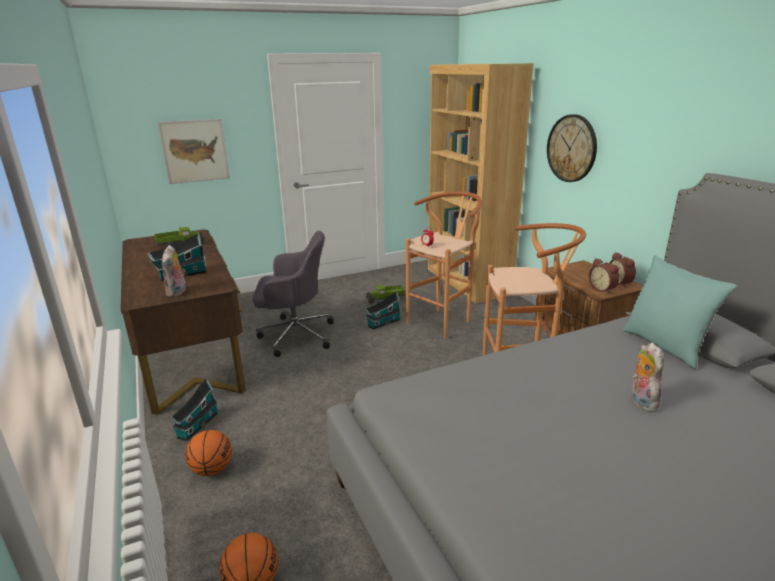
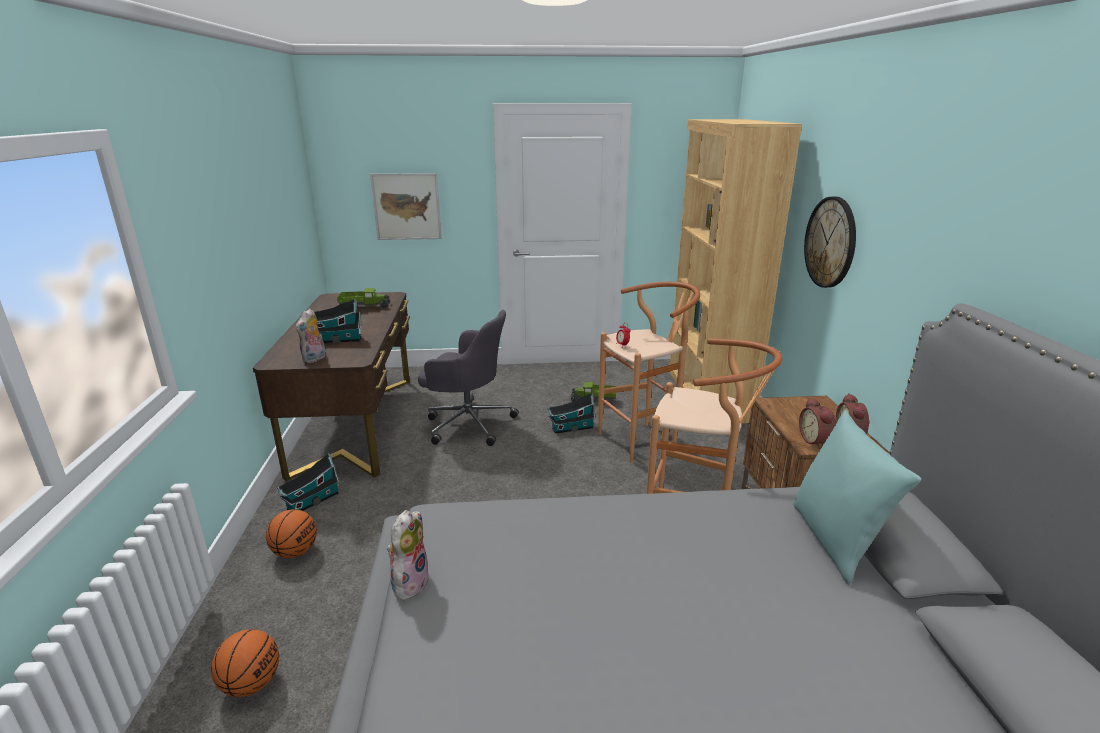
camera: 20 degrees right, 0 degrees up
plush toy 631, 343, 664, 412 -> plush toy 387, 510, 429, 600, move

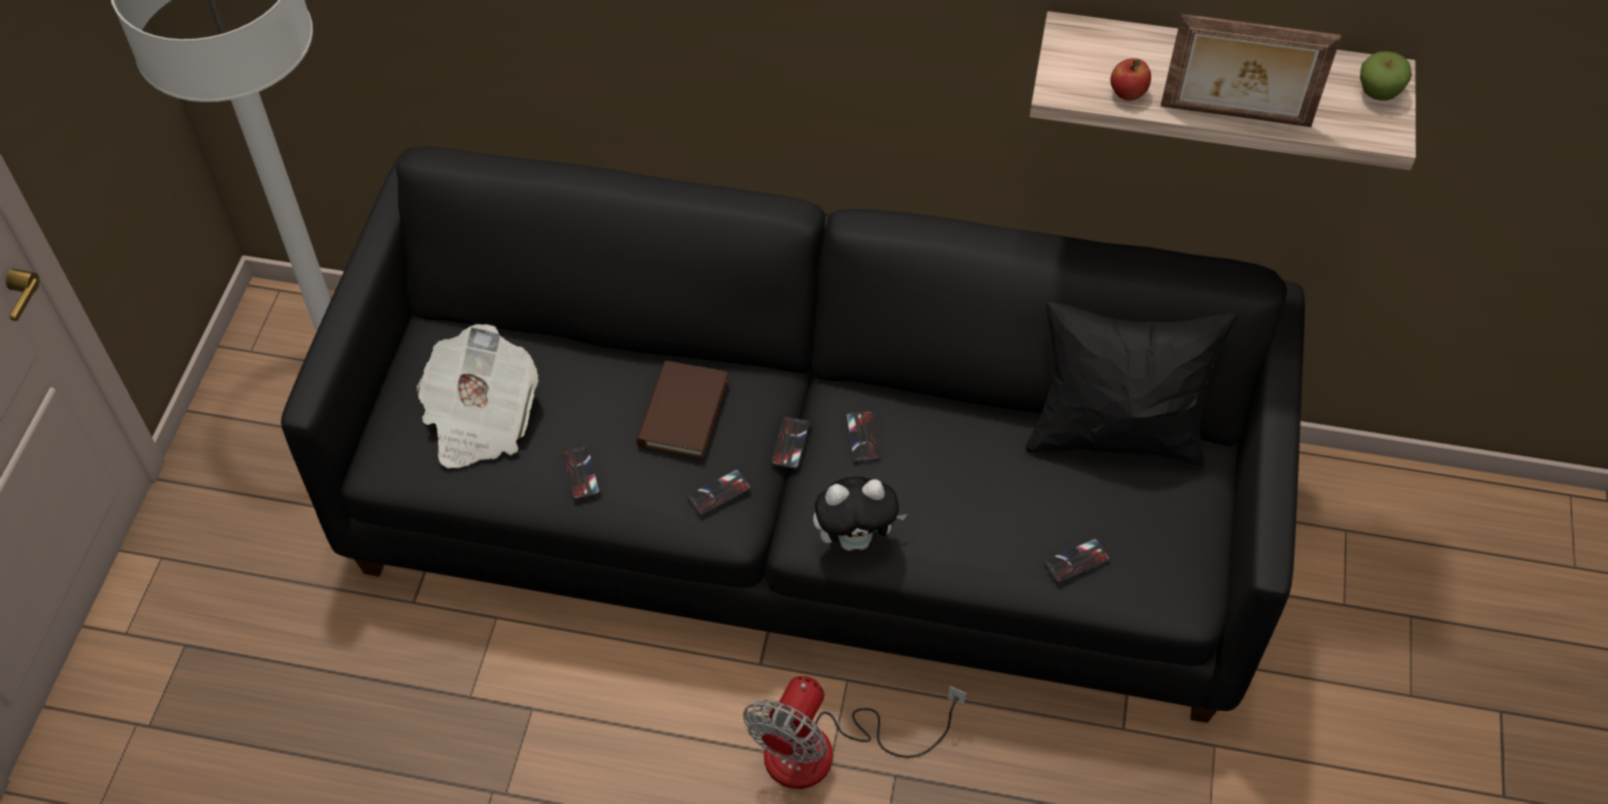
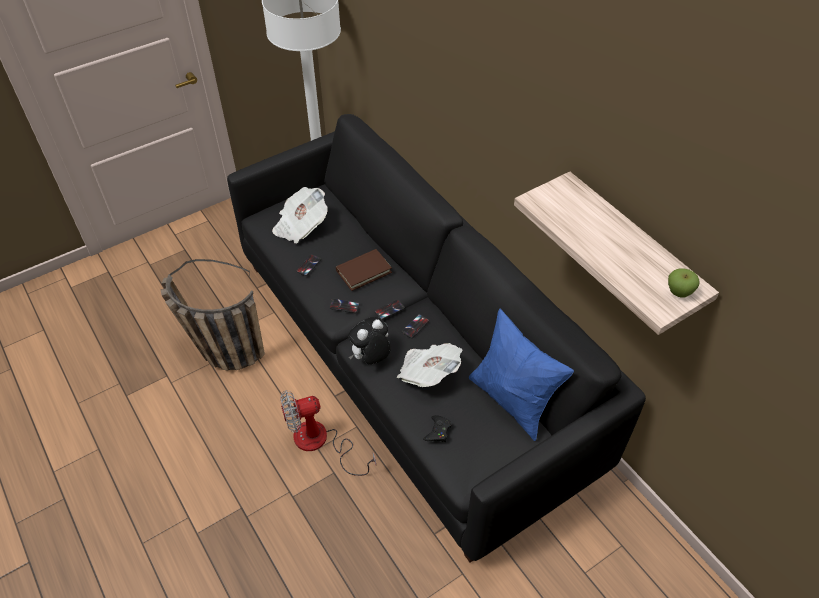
camera: 45 degrees right, 5 degrees down
picture frame 1161, 14, 1341, 127 -> none
apple 1110, 58, 1151, 101 -> none
blackish cushion 1025, 301, 1237, 466 -> blue-coloured cushion 469, 309, 574, 441
plush toy 813, 476, 908, 551 -> plush toy 348, 317, 391, 365, 105 degrees clockwise
telephone 1044, 538, 1110, 583 -> blackish joypad 423, 415, 452, 442
none -> household basket 161, 259, 265, 371
none -> daily paper 397, 343, 462, 387

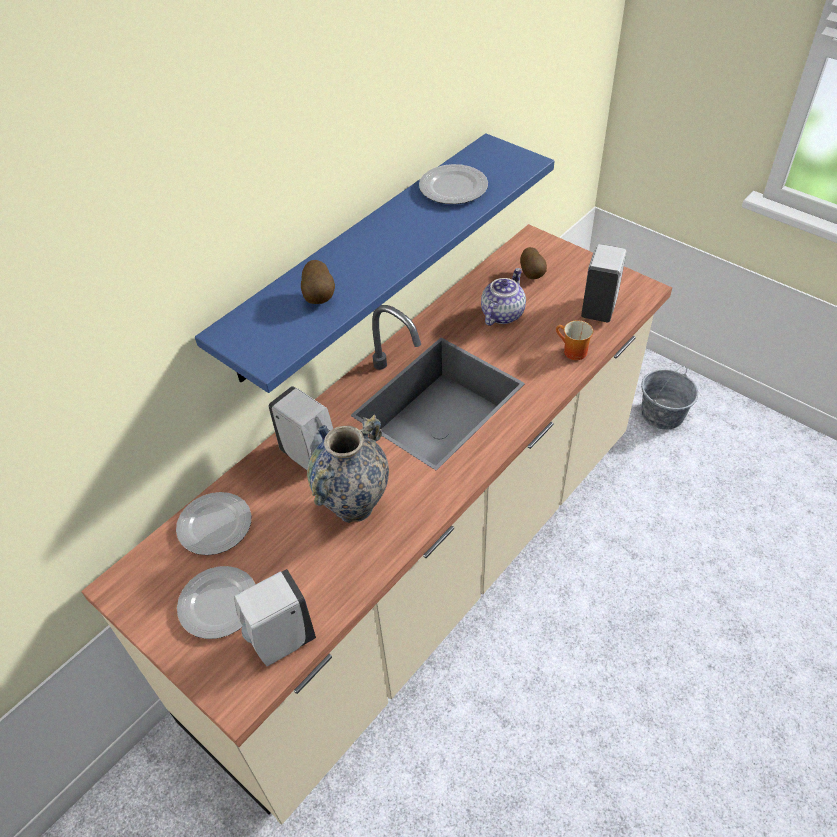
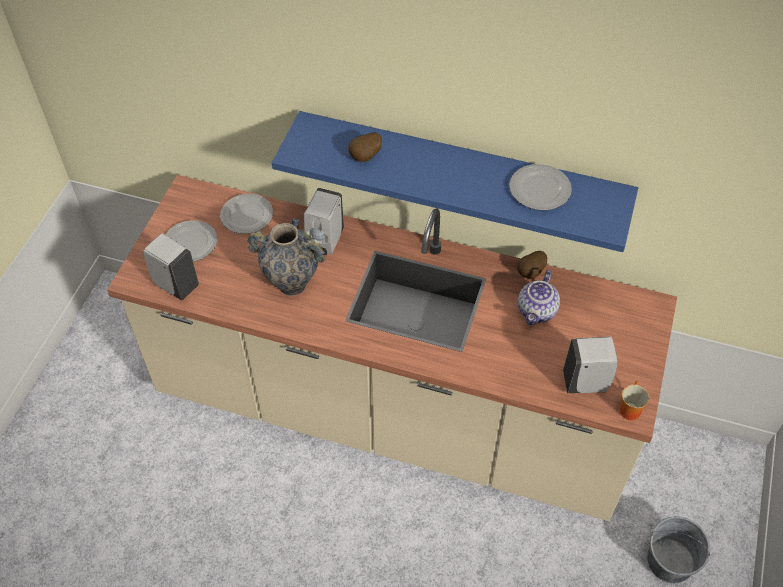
camera: 65 degrees right, 5 degrees up
potato 520, 247, 547, 279 -> potato 517, 251, 547, 279, move
tea pot 481, 268, 526, 326 -> tea pot 518, 270, 560, 325, 105 degrees clockwise
mug 556, 320, 593, 360 -> mug 619, 381, 650, 420, move

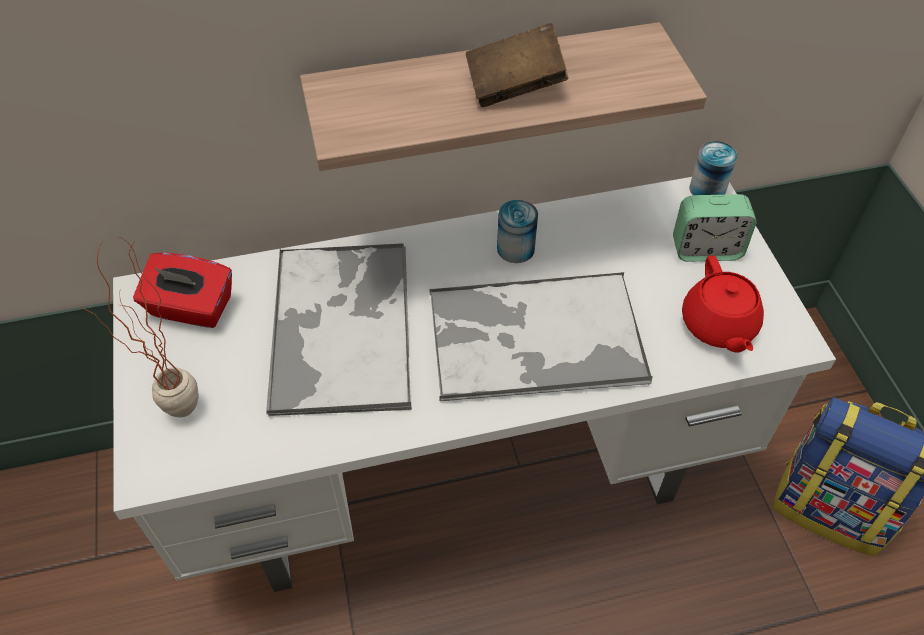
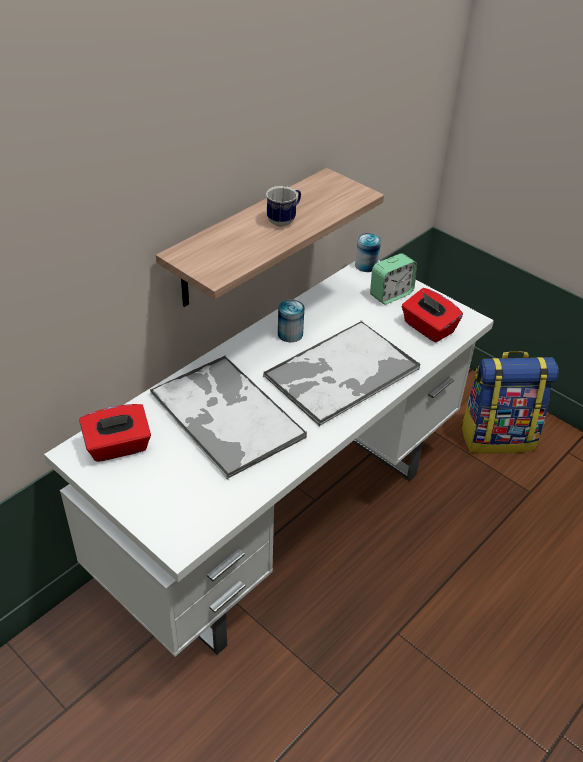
camera: 35 degrees left, 10 degrees down
brownish volume 466, 23, 569, 107 -> mug 266, 186, 301, 227
potted plant 80, 236, 199, 417 -> none
reddish tea pot 682, 255, 764, 353 -> reddish tissue box 401, 288, 463, 342

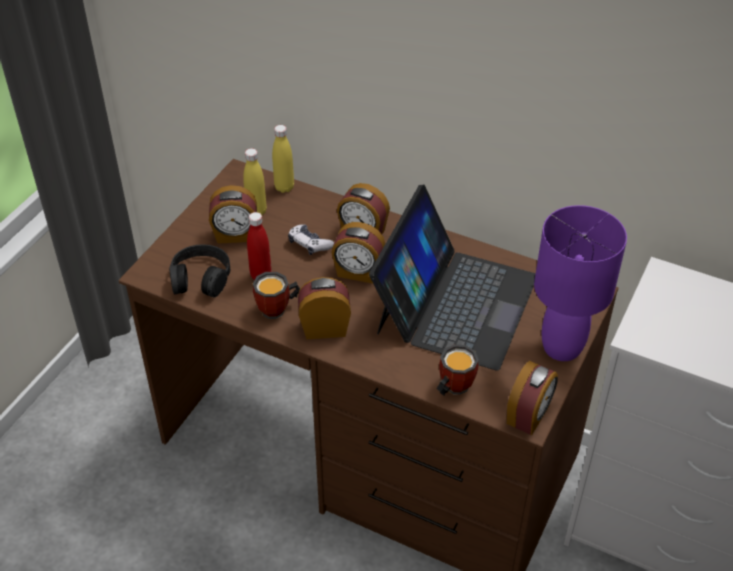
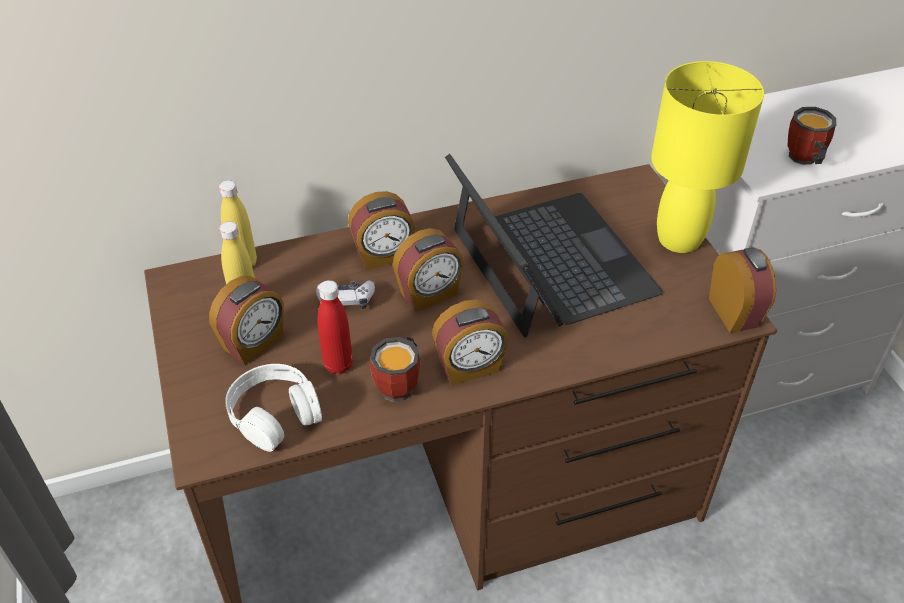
camera: 45 degrees left, 0 degrees up
purple-coloured table lamp 534, 205, 627, 361 -> yellowish table lamp 651, 61, 764, 253
blackish headset 169, 244, 230, 298 -> white headset 225, 364, 322, 452
table clock 298, 277, 351, 339 -> table clock 432, 299, 509, 386, 150 degrees counterclockwise
mug 437, 344, 479, 396 -> mug 788, 107, 836, 165, move

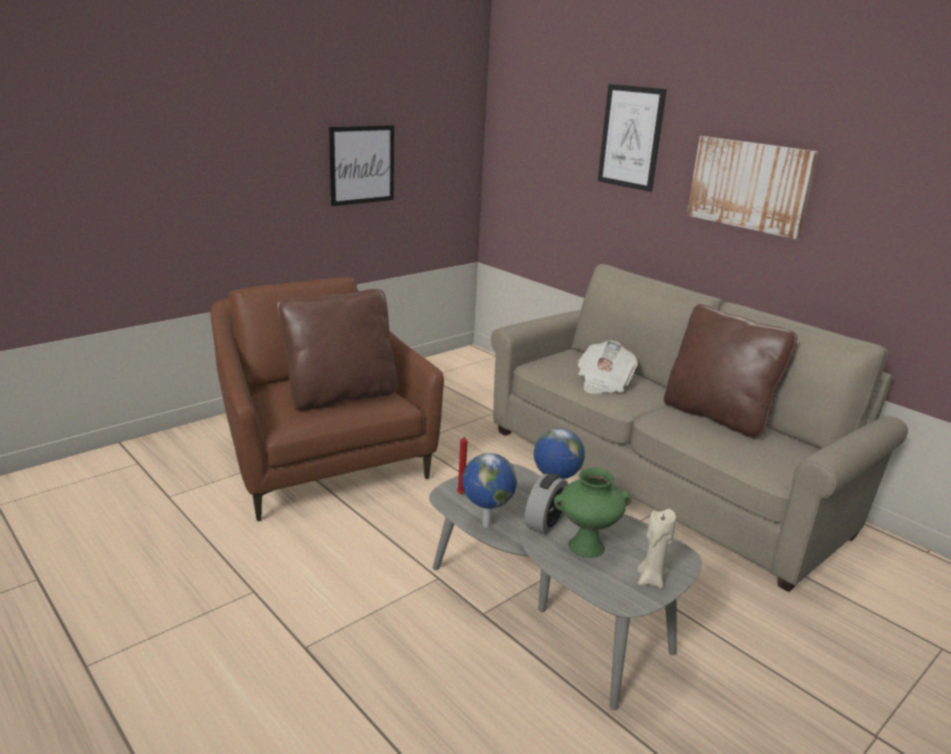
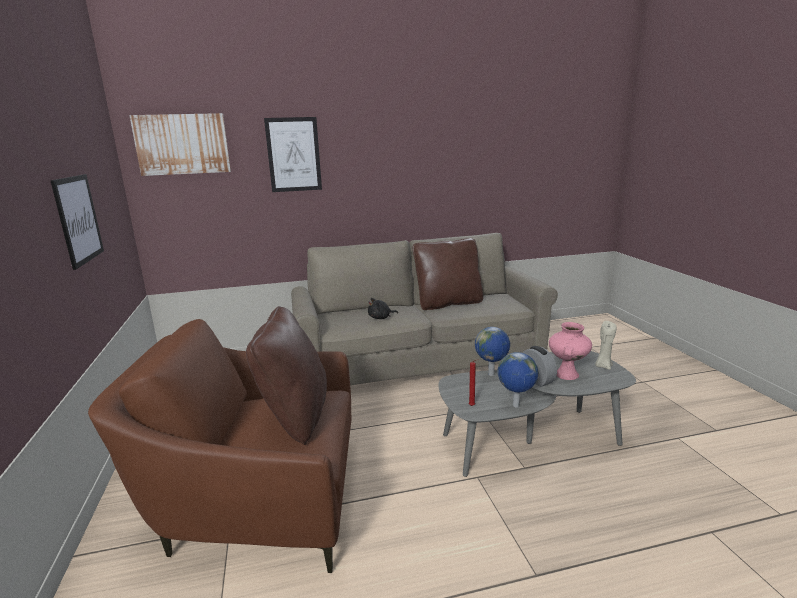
camera: 60 degrees left, 5 degrees down
wall art 687, 136, 818, 239 -> wall art 129, 113, 231, 176, move
daily paper 577, 340, 638, 394 -> blackish plush toy 368, 298, 398, 319
green decorative vase 554, 467, 632, 558 -> pink-coloured decorative vase 549, 322, 592, 380

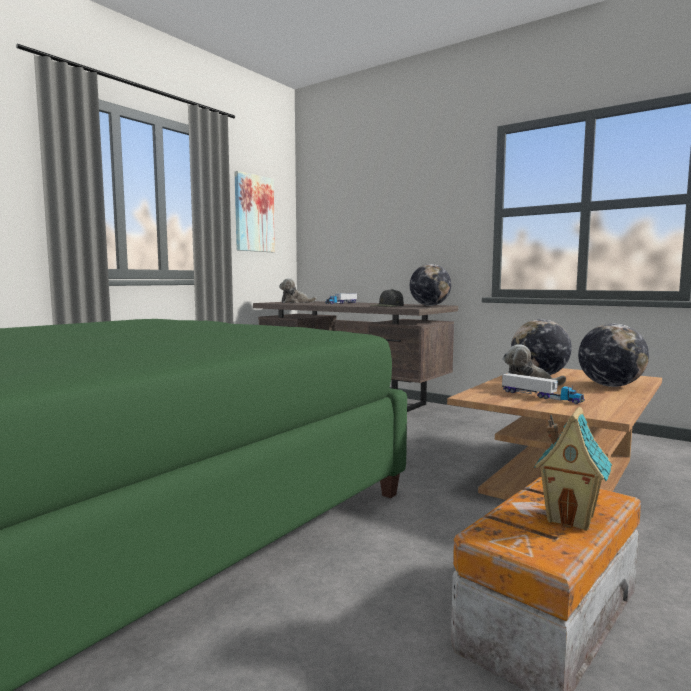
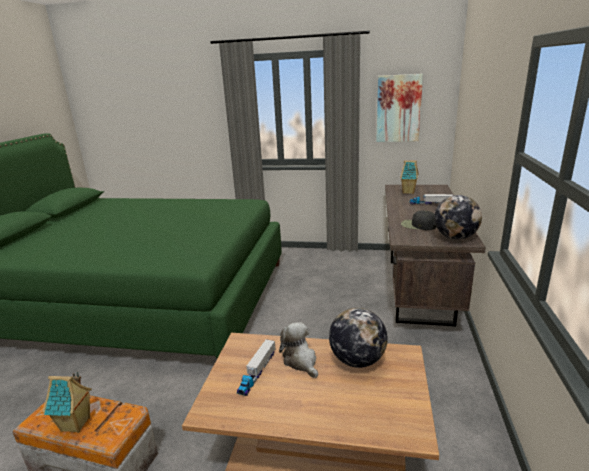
camera: 65 degrees right, 15 degrees up
plush toy 279, 278, 316, 303 -> model house 401, 161, 418, 194
desk globe 578, 323, 649, 387 -> none

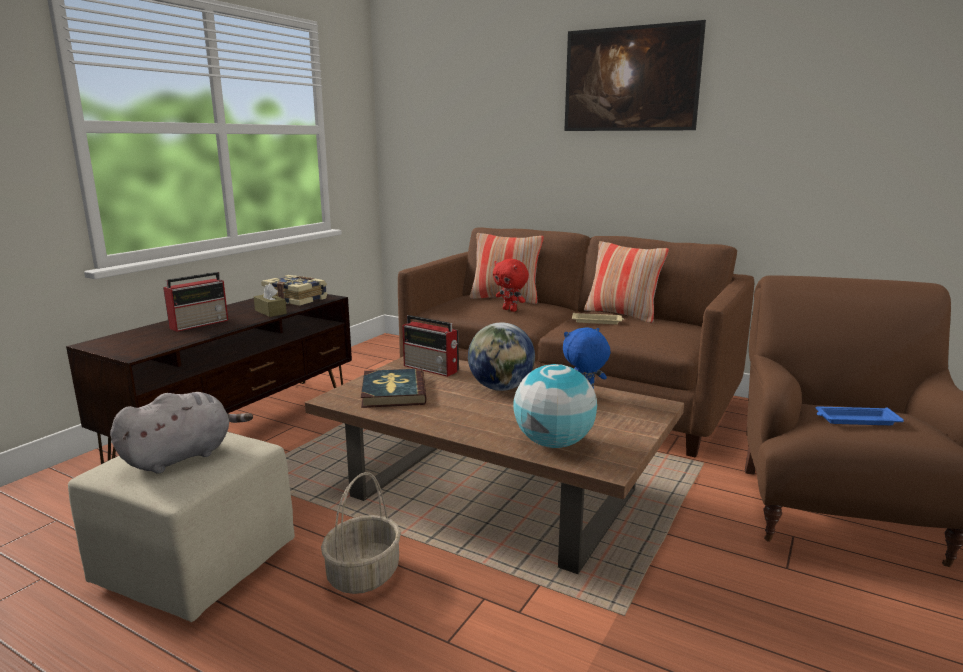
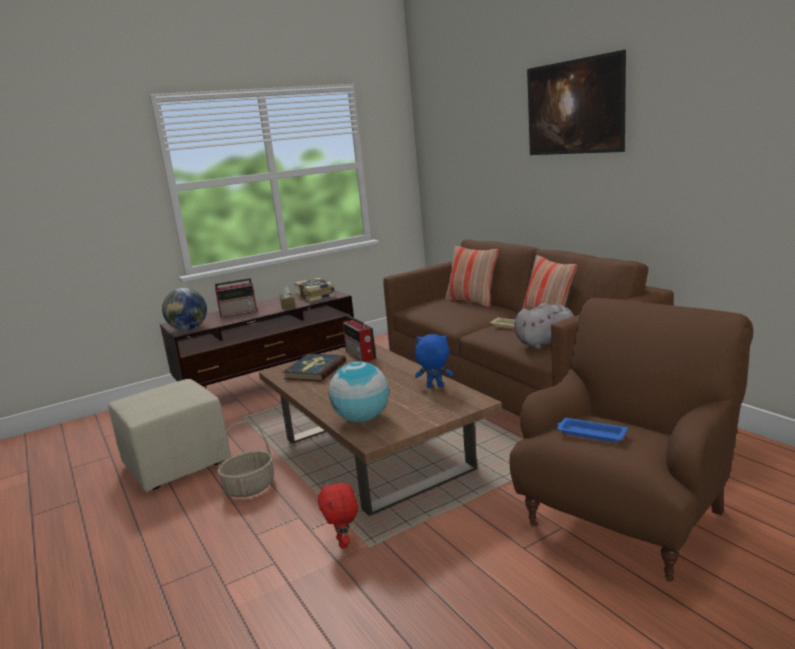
camera: 30 degrees right, 0 degrees up
reddish plush toy 493, 259, 529, 312 -> reddish plush toy 318, 483, 358, 549, move
desk globe 468, 322, 535, 391 -> desk globe 162, 288, 207, 331, move
gray plush toy 110, 392, 253, 474 -> gray plush toy 514, 303, 574, 349, move

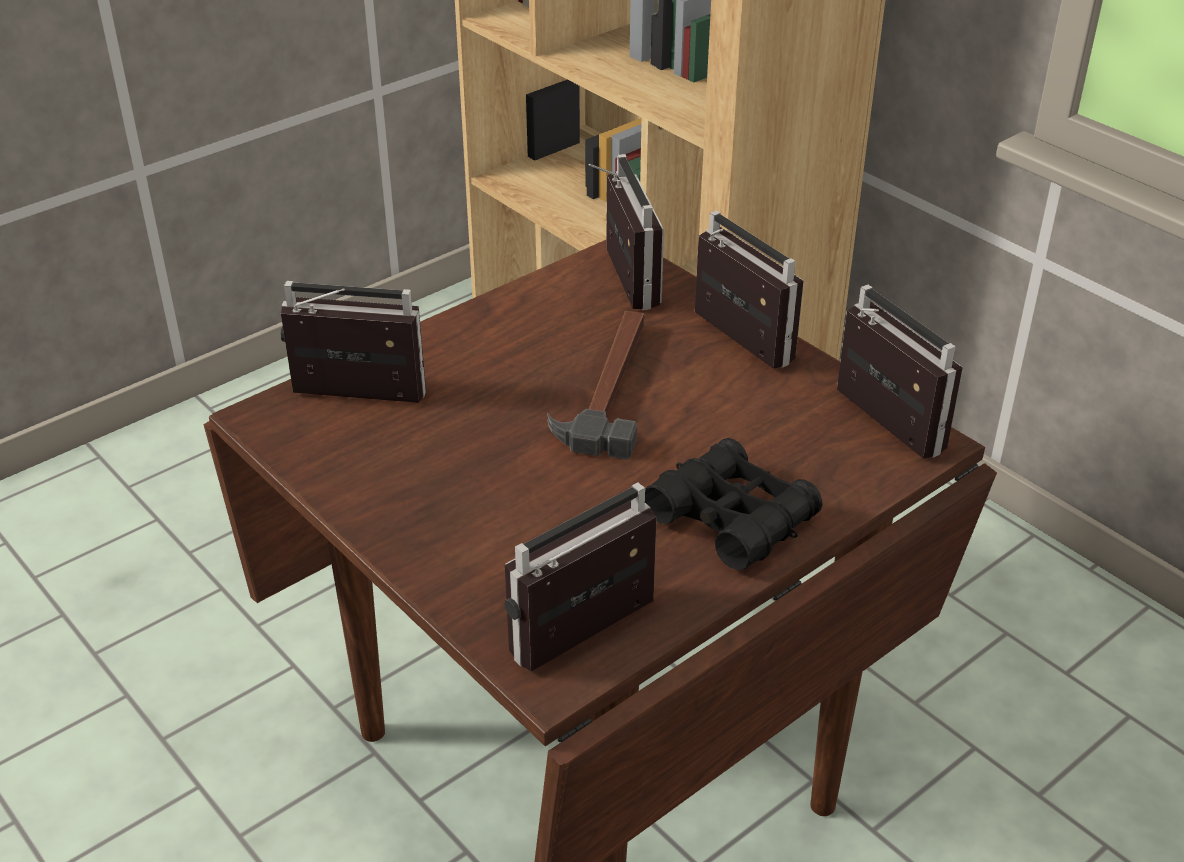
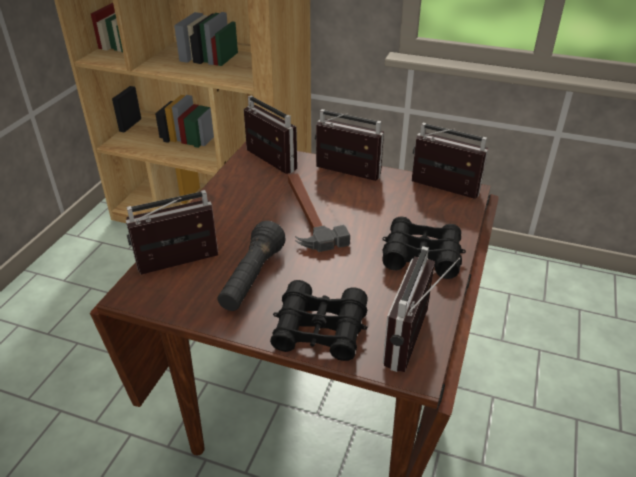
camera: 30 degrees left, 0 degrees up
none -> blackish hand torch 218, 221, 286, 311
none -> blackish binoculars 270, 280, 368, 361

